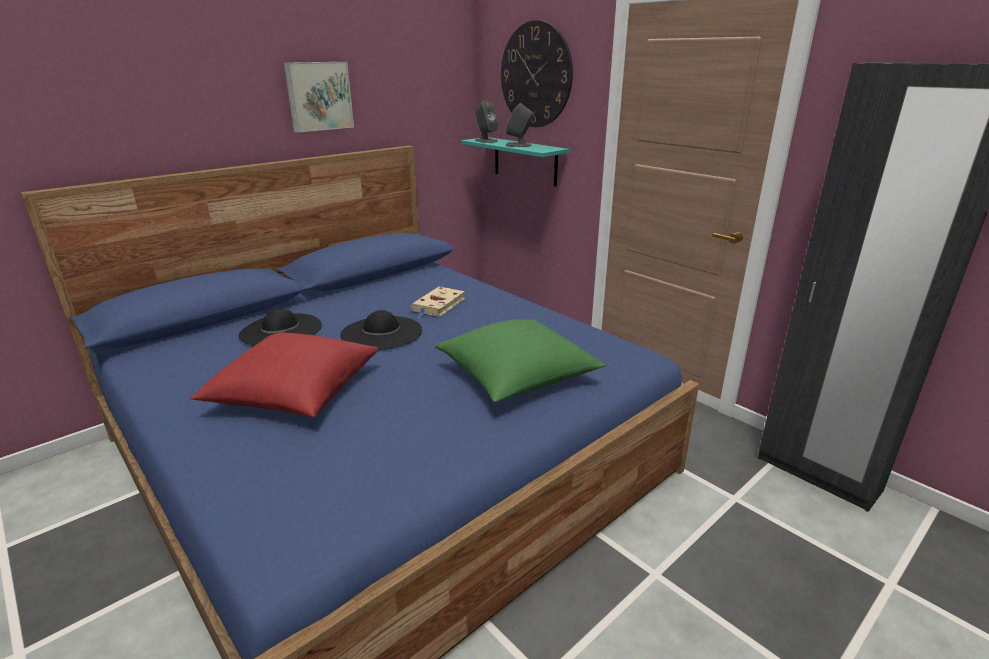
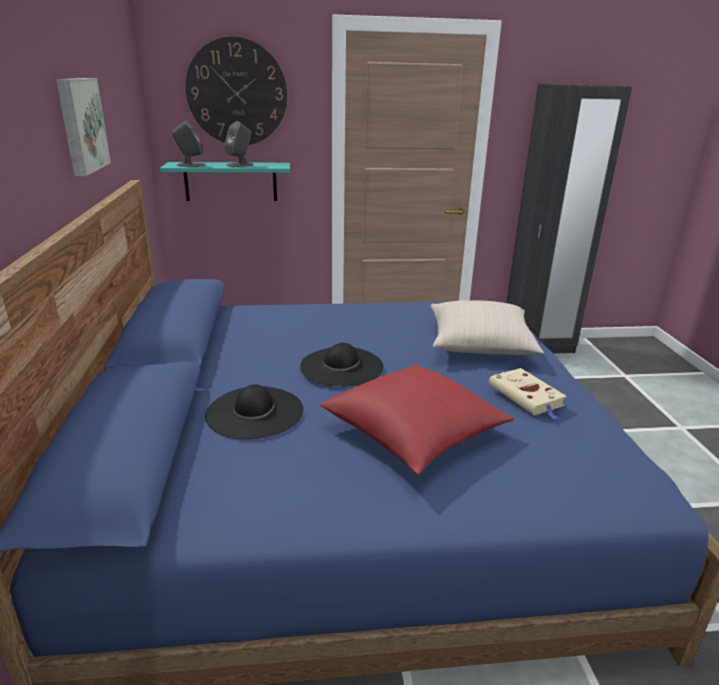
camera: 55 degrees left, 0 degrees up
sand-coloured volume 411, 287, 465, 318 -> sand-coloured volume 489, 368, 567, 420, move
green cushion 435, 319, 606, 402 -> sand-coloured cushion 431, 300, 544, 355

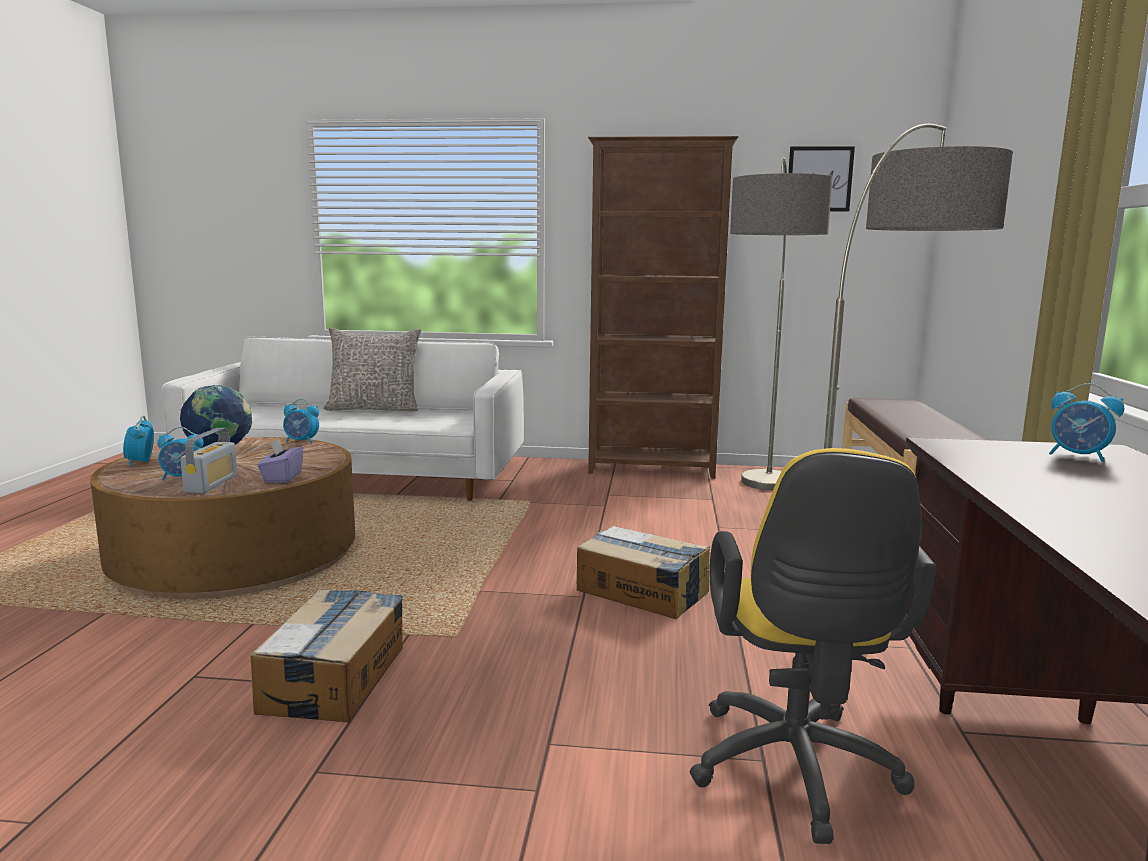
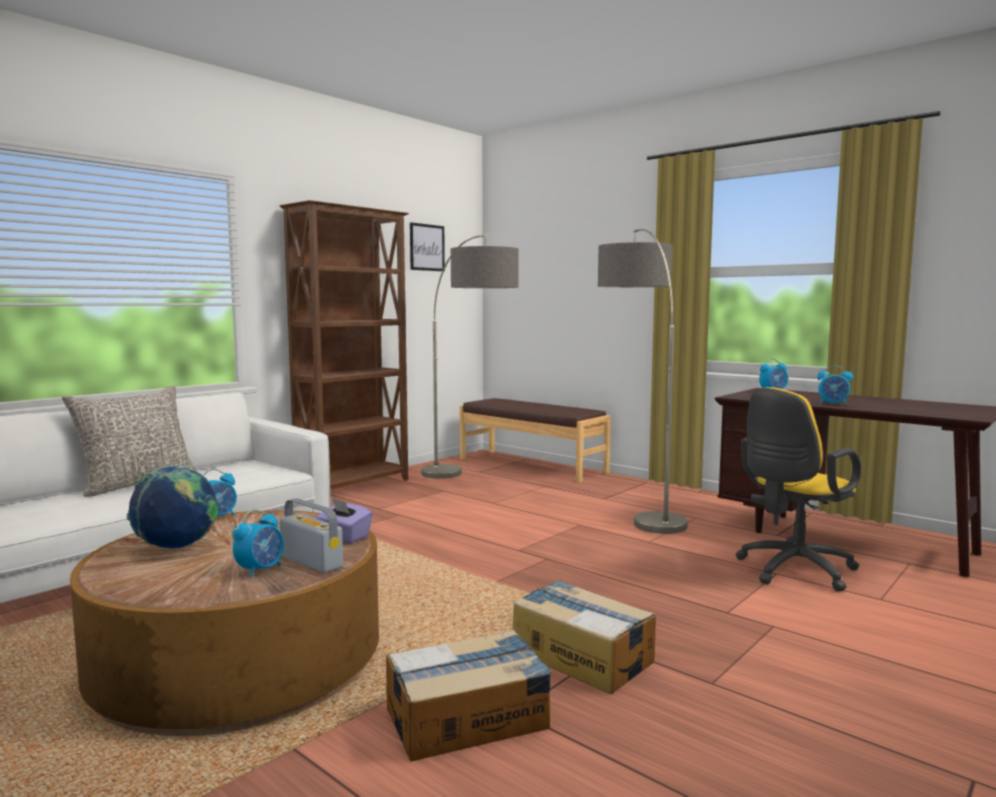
camera: 55 degrees left, 5 degrees down
table clock 123, 416, 154, 467 -> table clock 817, 366, 853, 405, move
yellowish desk chair 690, 448, 936, 844 -> yellowish desk chair 736, 387, 861, 591, 105 degrees clockwise
packing box 577, 526, 710, 619 -> packing box 386, 629, 552, 761, move

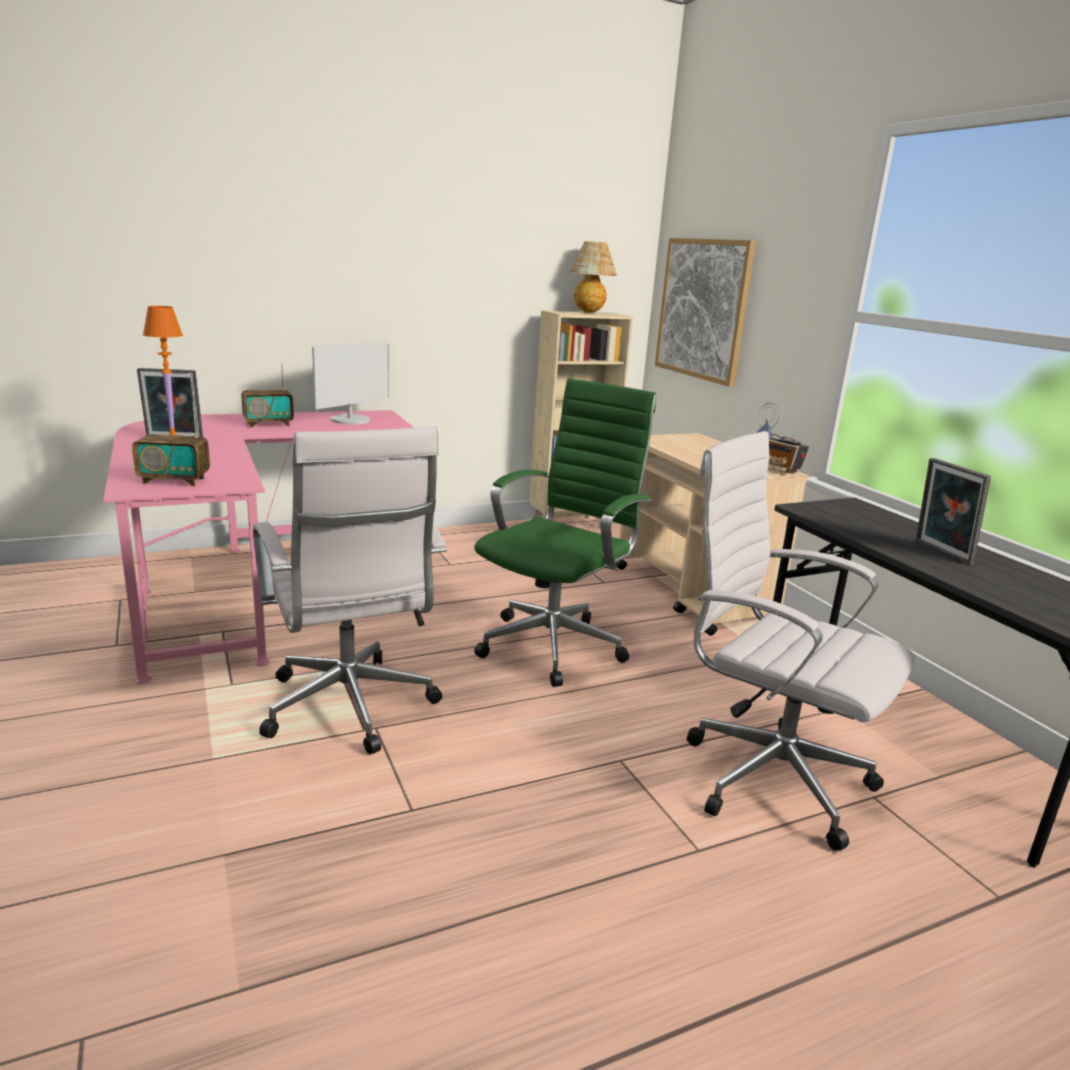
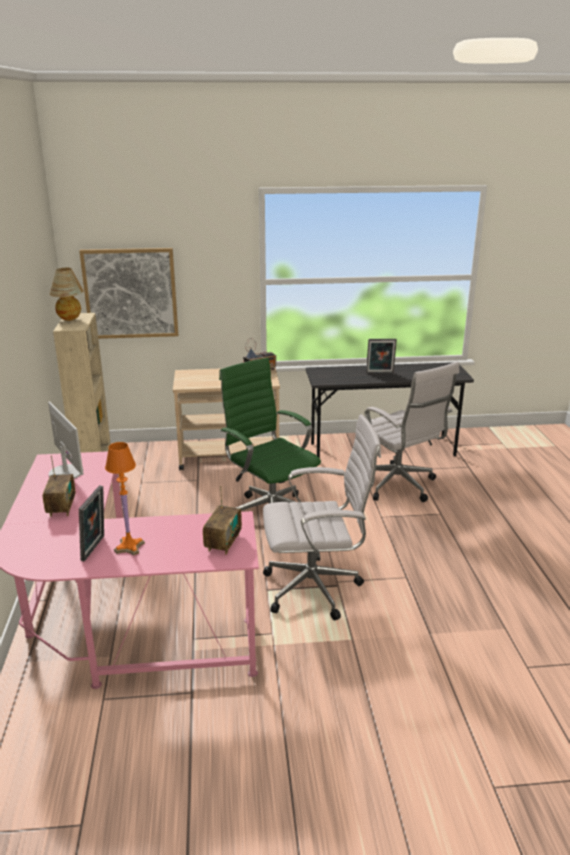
camera: 70 degrees left, 5 degrees up
white desk chair 687, 431, 915, 851 -> white desk chair 356, 362, 459, 502, 90 degrees counterclockwise

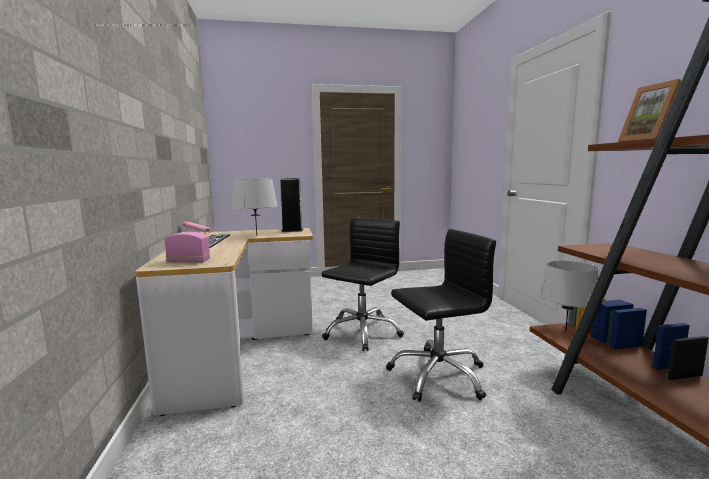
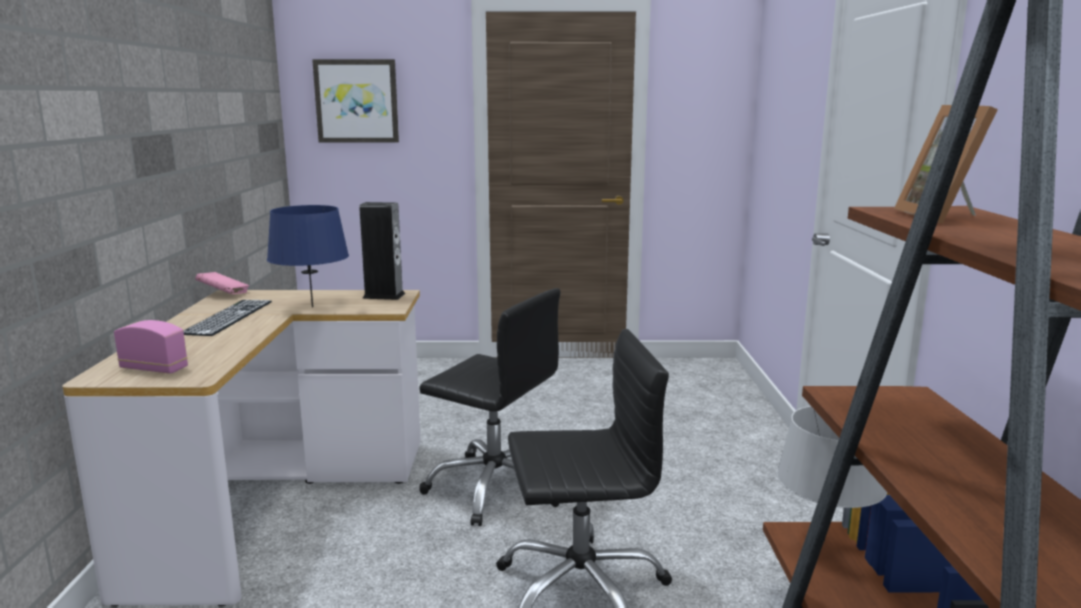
camera: 10 degrees right, 5 degrees up
gray table lamp 232, 179, 278, 235 -> blue-coloured table lamp 267, 205, 349, 308
blackish desk chair 322, 218, 404, 351 -> blackish desk chair 419, 288, 561, 526, 75 degrees clockwise
none -> wall art 312, 59, 399, 142

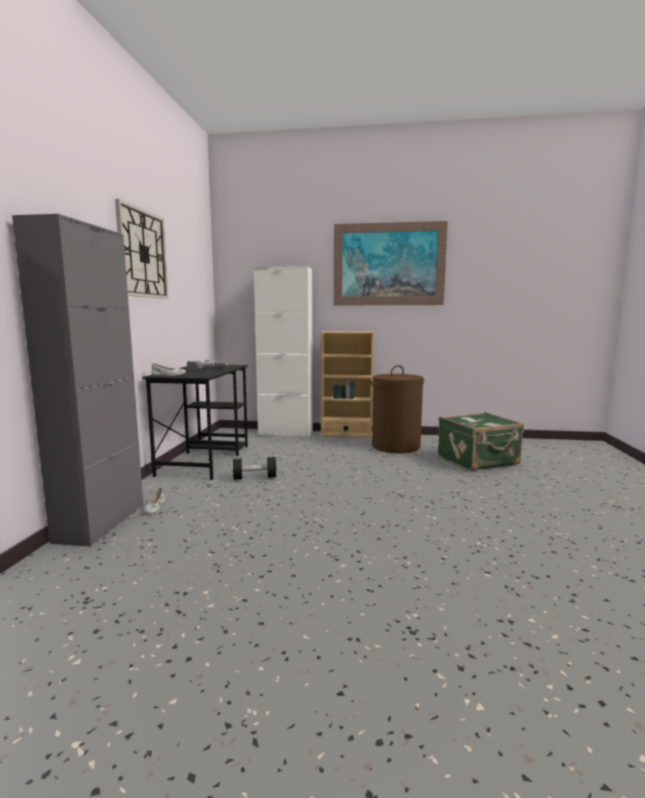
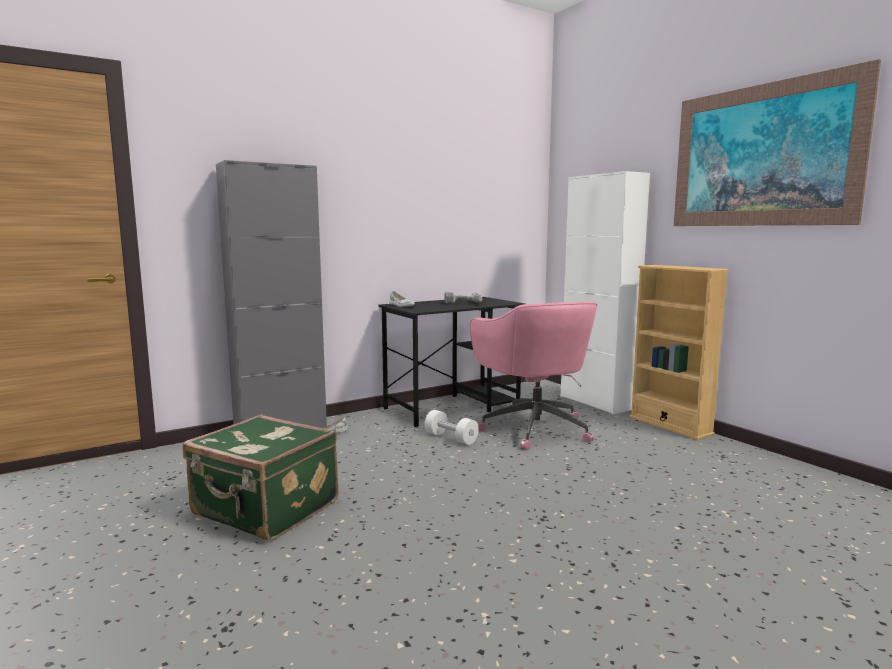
camera: 50 degrees right, 0 degrees up
clock on the wall 115, 199, 169, 299 -> none
brownish hamper 370, 365, 424, 453 -> none
green travel case 438, 412, 524, 471 -> green travel case 183, 415, 339, 541, move
blackish dumbbell 232, 457, 277, 479 -> white dumbbell 424, 410, 479, 445
none -> pink-coloured desk chair 470, 301, 597, 450

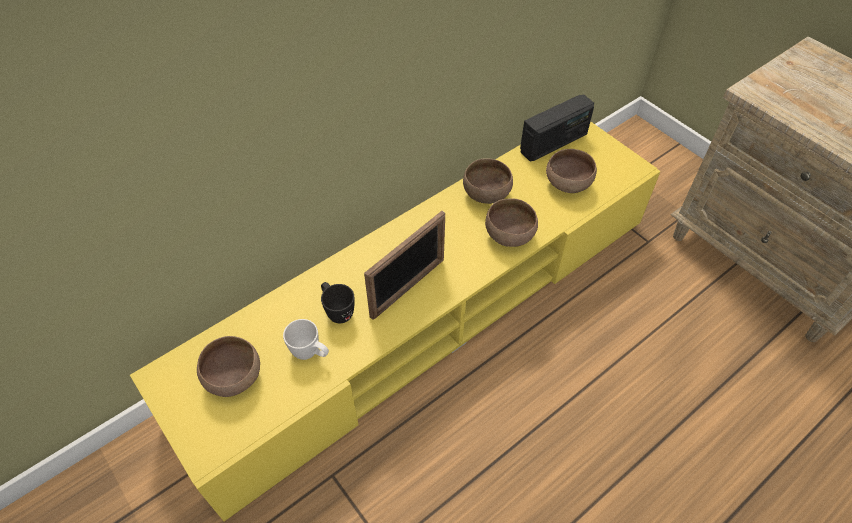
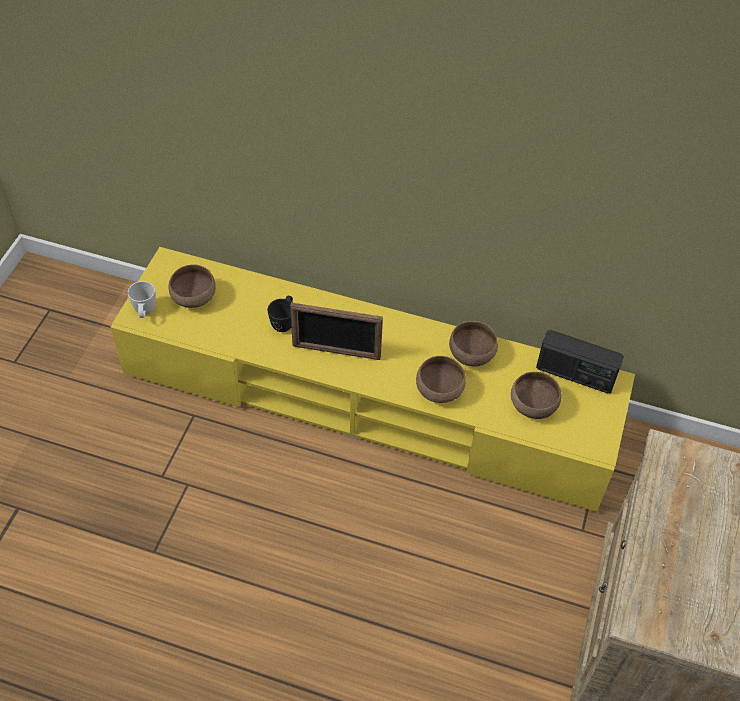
camera: 55 degrees right, 0 degrees up
white mug 283, 319, 329, 360 -> white mug 128, 281, 156, 318, move

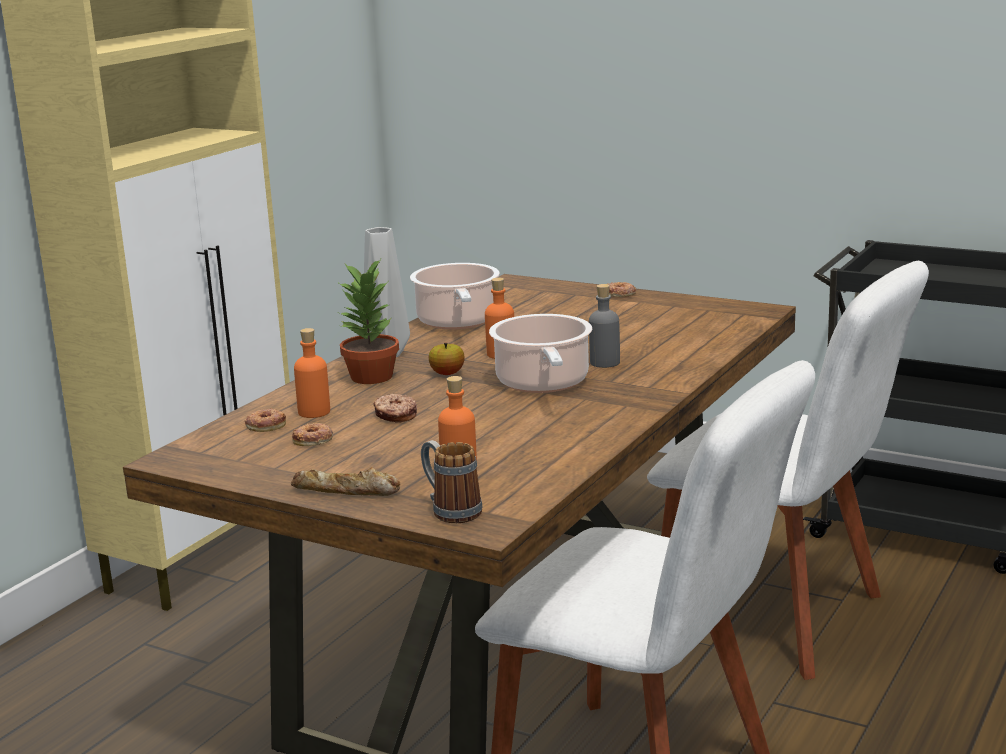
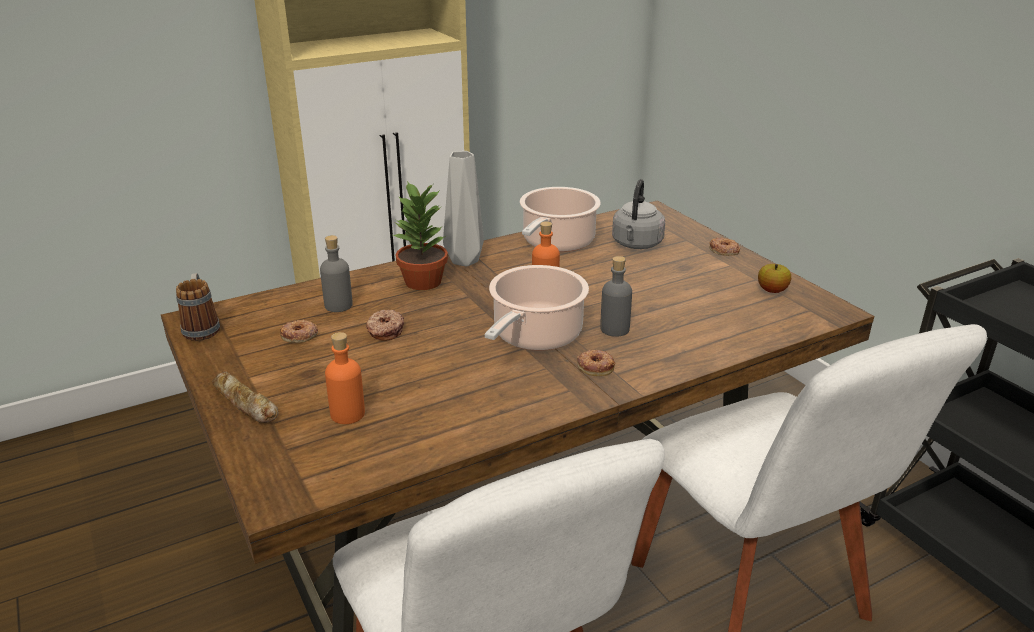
camera: 30 degrees right, 10 degrees up
orange drink bottle 294, 328, 330, 418 -> gray drink bottle 320, 235, 353, 312
apple 429, 343, 464, 375 -> apple 758, 264, 791, 293, move
ring doughnut 245, 408, 286, 432 -> ring doughnut 577, 350, 615, 376, move
mug 421, 440, 483, 523 -> mug 176, 273, 220, 341, move
none -> gray tea kettle 612, 179, 665, 249

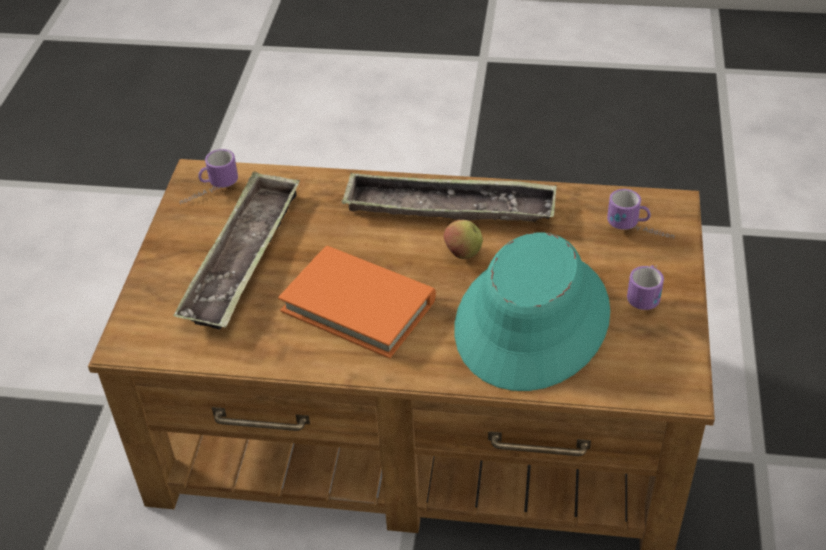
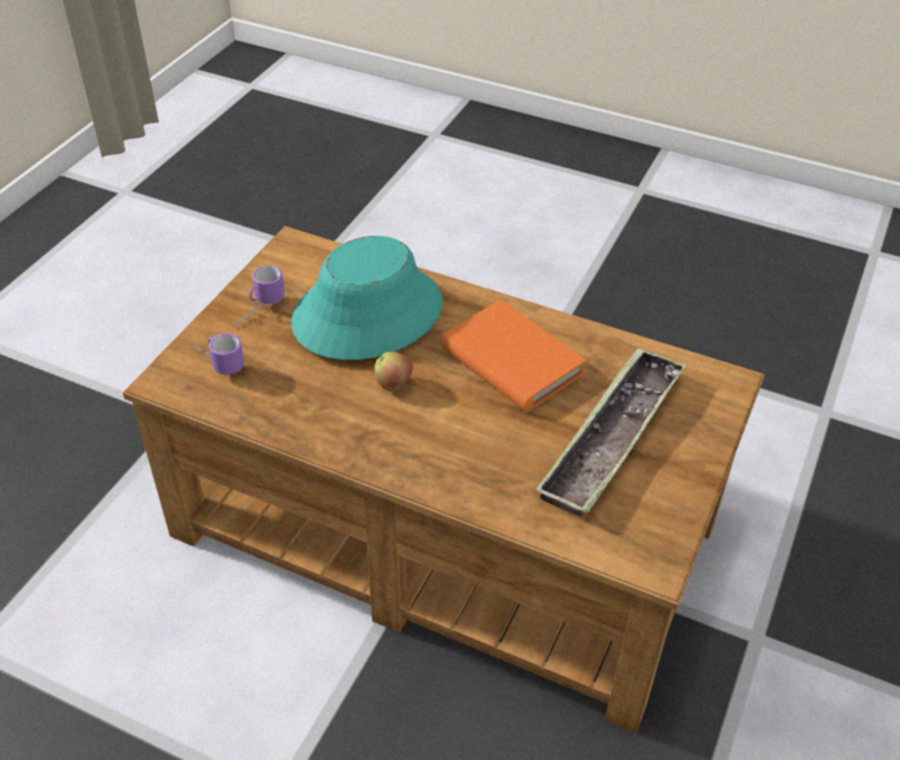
camera: 165 degrees left, 0 degrees up
mug 180, 149, 238, 205 -> none
tray 342, 172, 557, 222 -> none

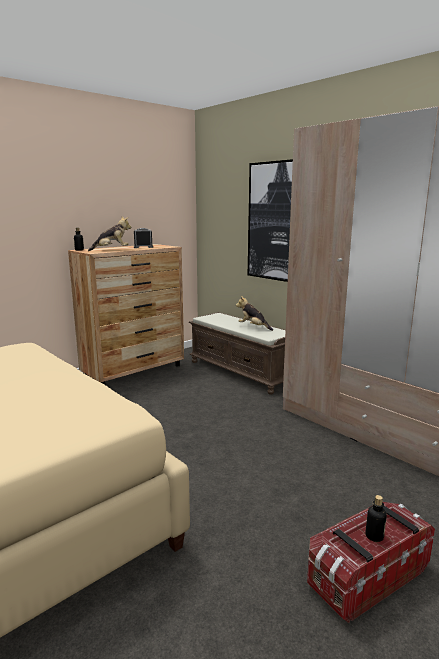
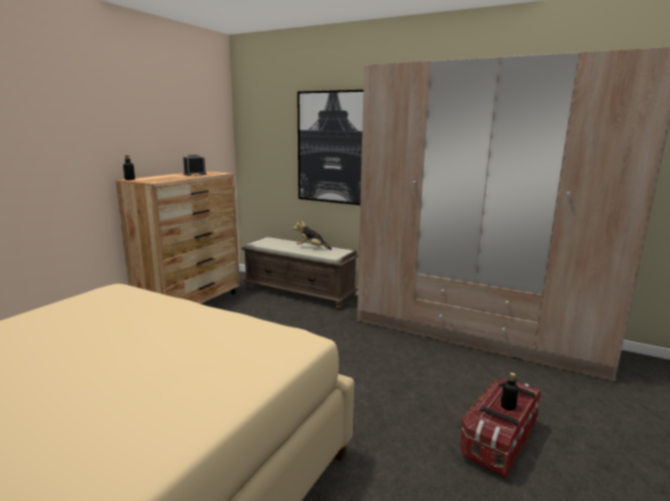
camera: 20 degrees left, 0 degrees up
plush toy 88, 217, 131, 251 -> none

